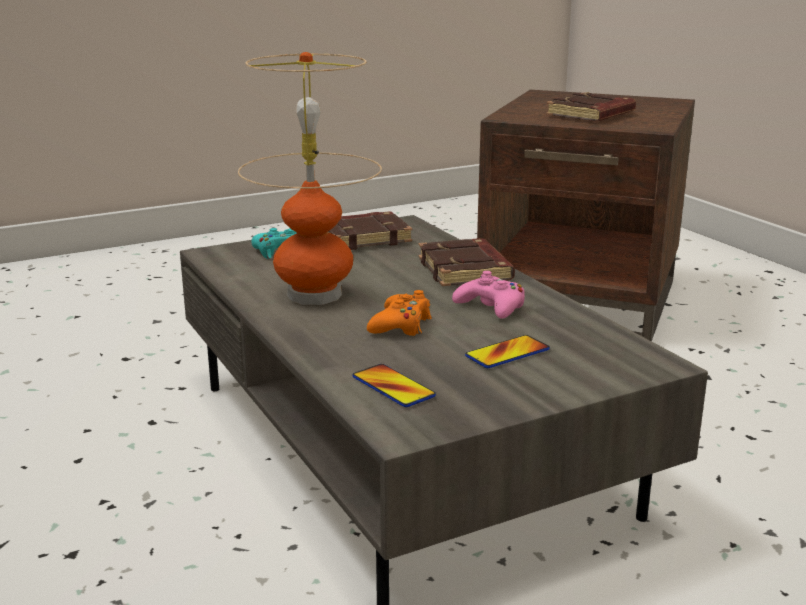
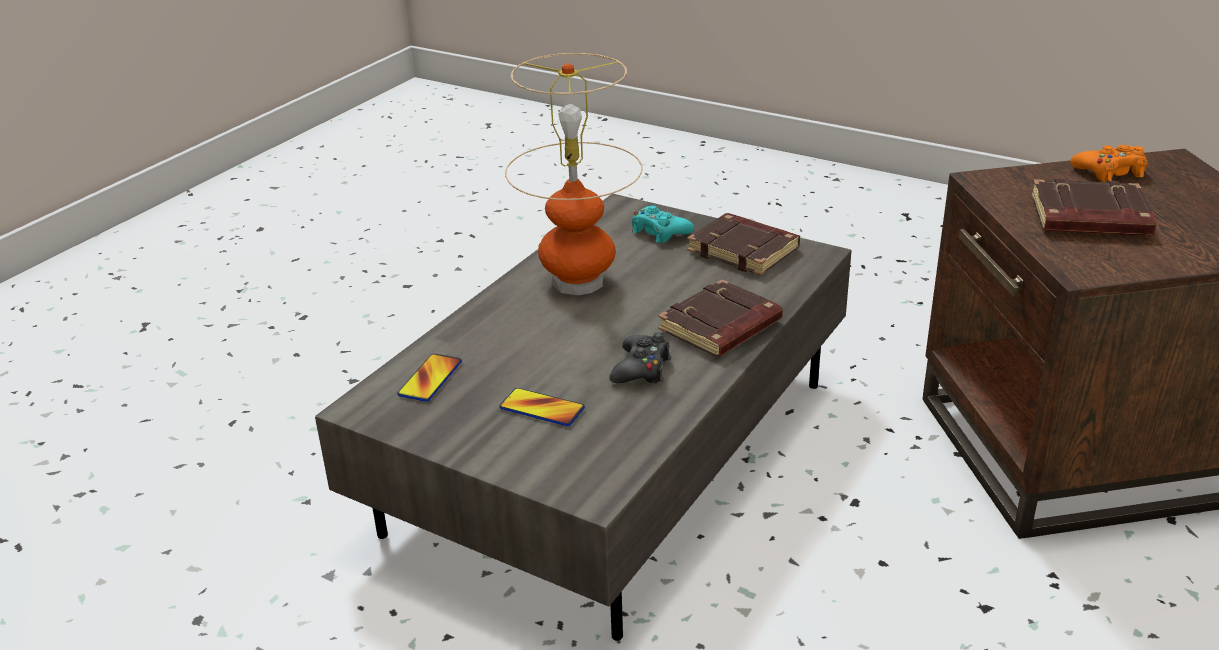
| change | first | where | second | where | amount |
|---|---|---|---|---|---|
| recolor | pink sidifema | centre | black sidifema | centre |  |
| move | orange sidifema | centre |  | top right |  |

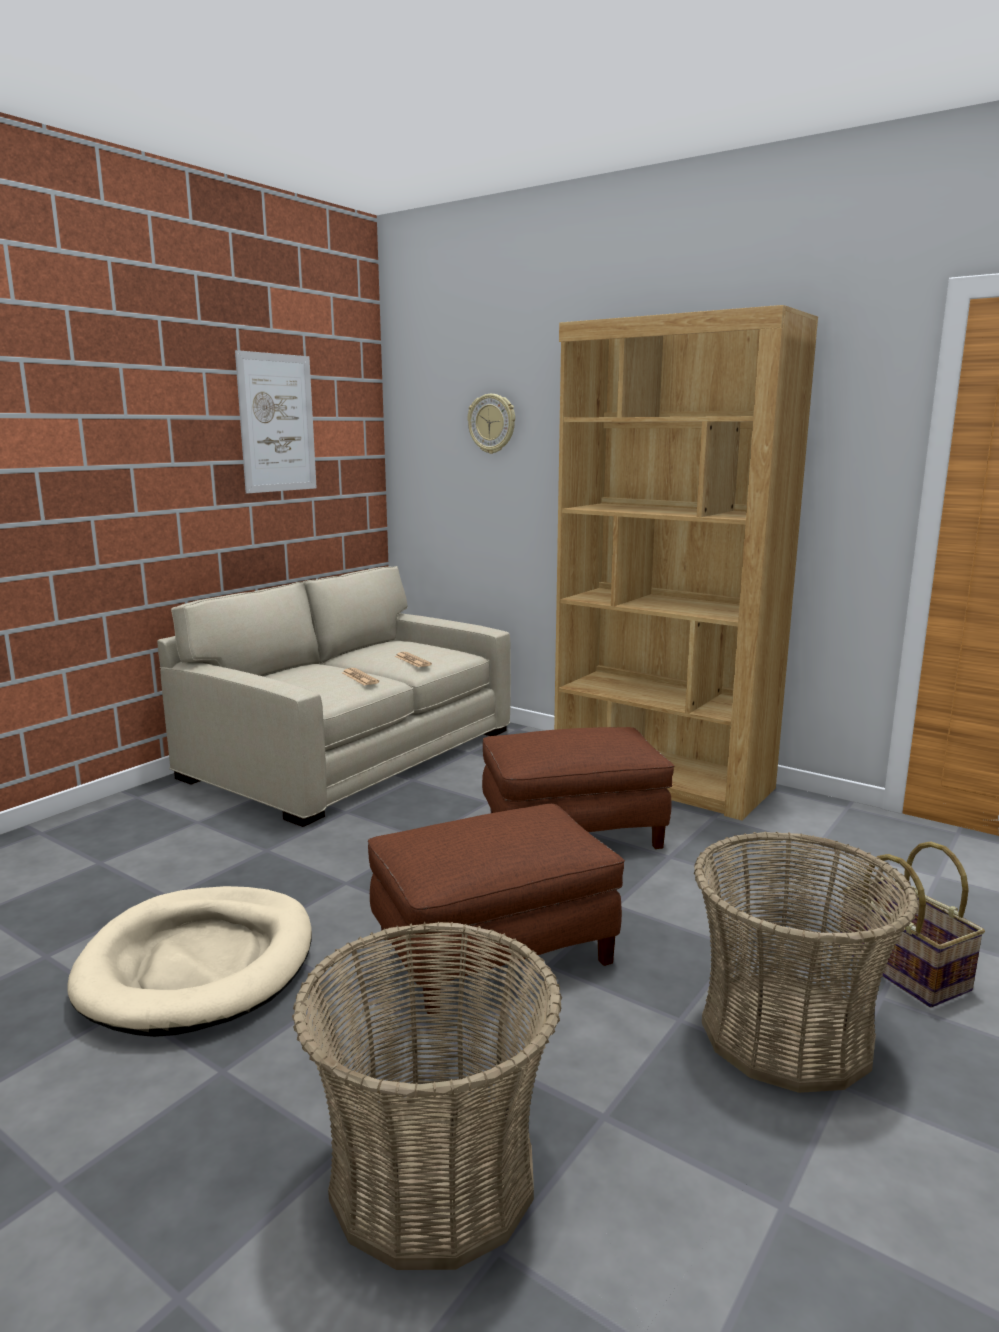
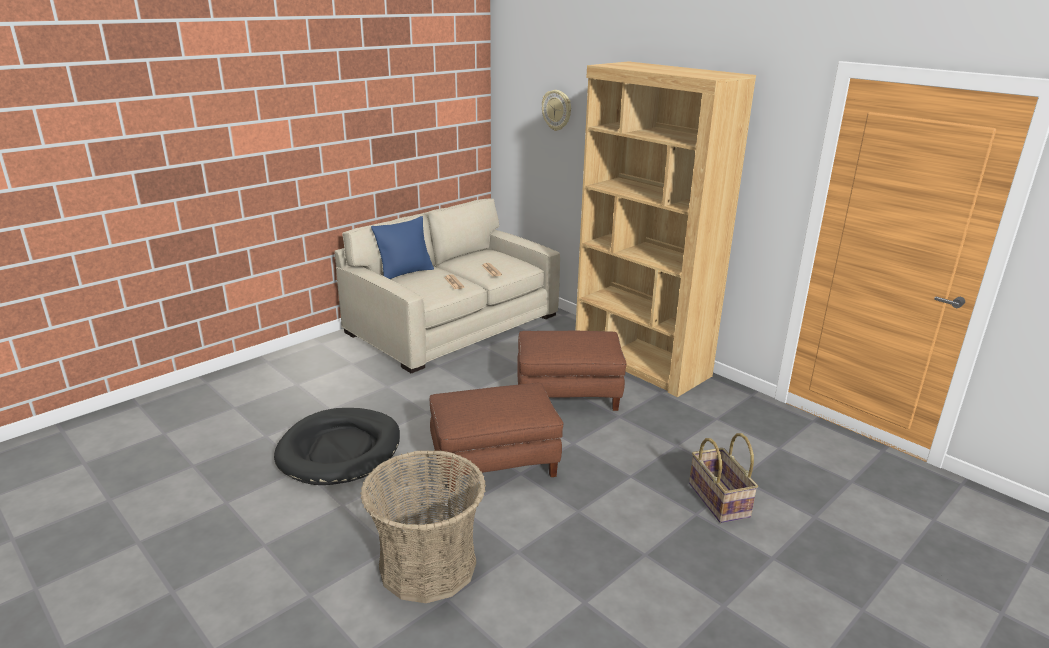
| change | first | where | second | where | amount |
|---|---|---|---|---|---|
| recolor | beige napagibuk | bottom left | black napagibuk | bottom left |  |
| insert |  |  | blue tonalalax | centre |  |
| delete | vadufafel | top left |  |  |  |
| delete | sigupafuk (2nd from left) | bottom right |  |  |  |

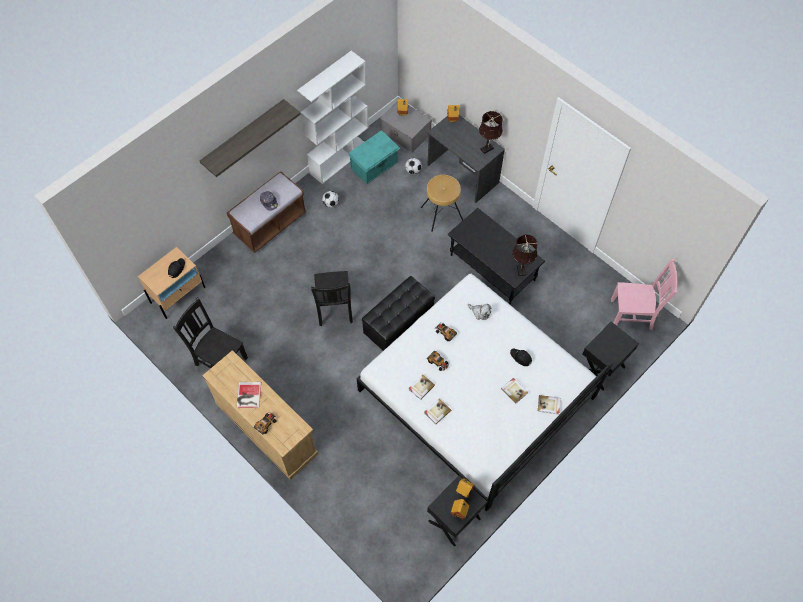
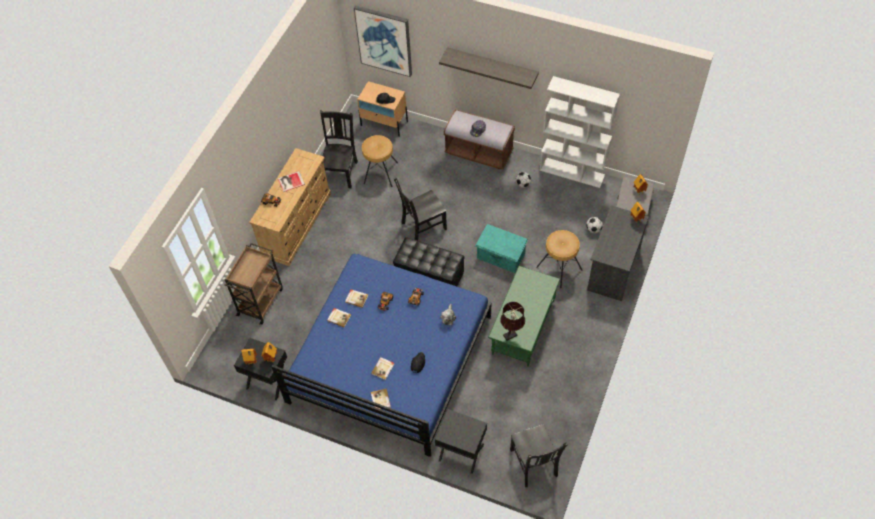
| change | first | where | second | where | amount |
|---|---|---|---|---|---|
| insert |  |  | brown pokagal | middle left |  |
| recolor | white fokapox | centre | blue fokapox | bottom centre |  |
| insert |  |  | vadufafel | top centre |  |
| insert |  |  | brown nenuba (1st from left) | top centre |  |
| move | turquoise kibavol | top centre |  | centre |  |
| recolor | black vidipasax | centre | green vidipasax | centre |  |
| recolor | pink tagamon | middle right | black tagamon (3rd from left) | bottom centre |  |
| delete | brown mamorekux (1st from left) | top centre |  |  |  |

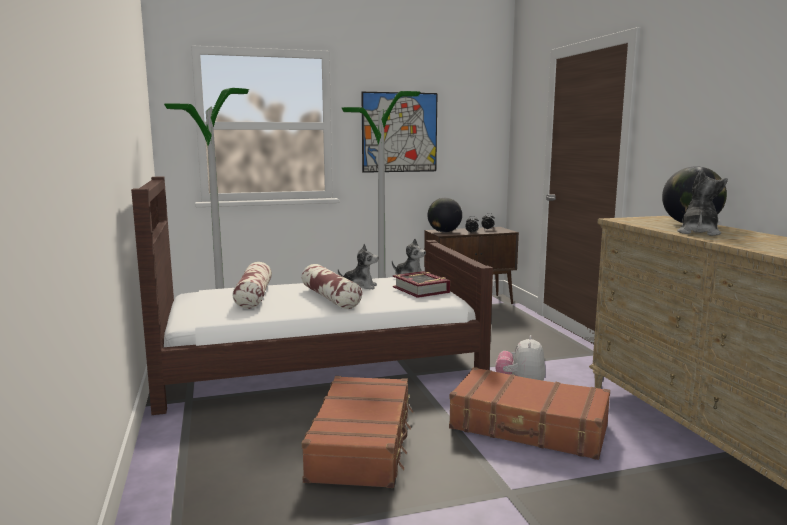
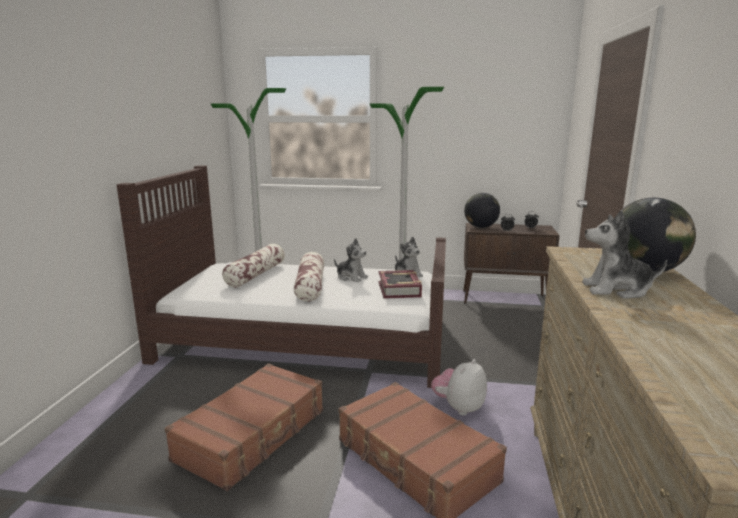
| change | first | where | second | where | amount |
|---|---|---|---|---|---|
| rotate | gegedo (4th from left) | middle right |  | middle right | 135 degrees counterclockwise |
| delete | vadufafel | top centre |  |  |  |

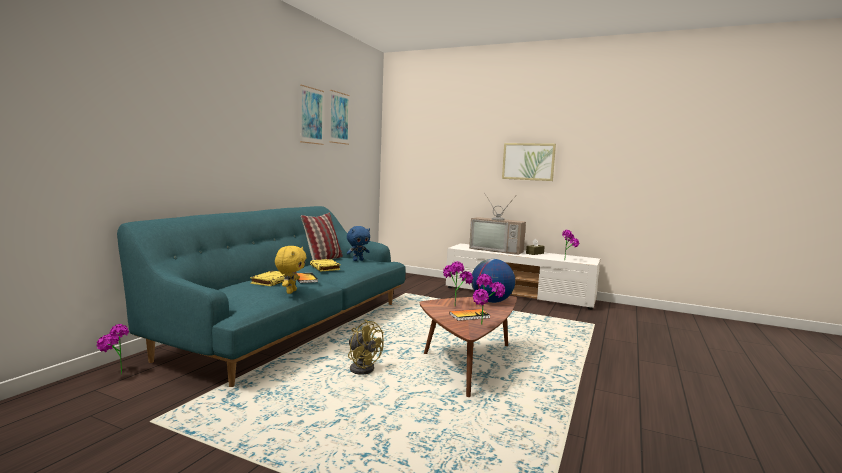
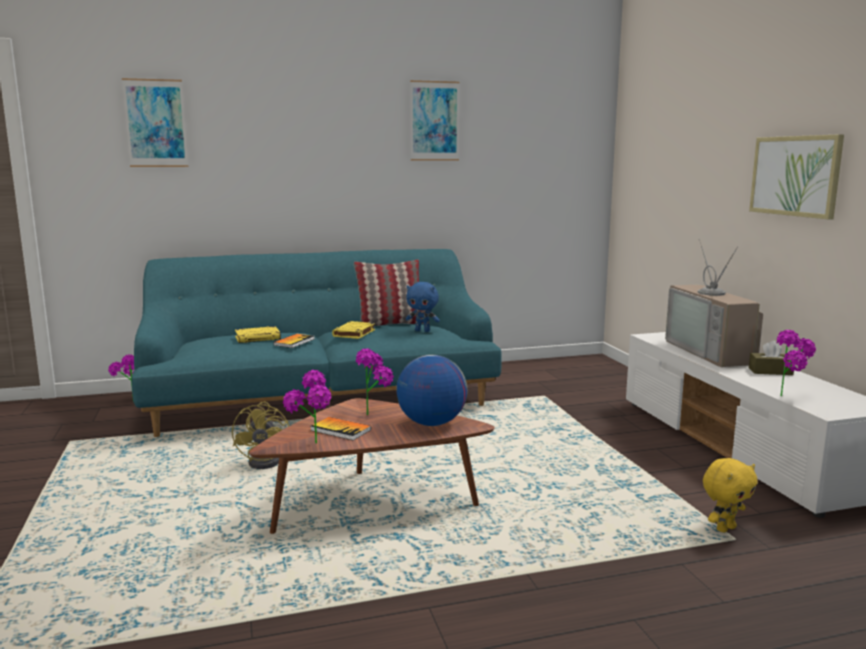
| change | first | where | second | where | amount |
|---|---|---|---|---|---|
| move | vadufafel (2nd from left in the first image) | top centre | vadufafel (1st from left) | top left |  |
| move | yellow gegedo | centre |  | bottom right |  |

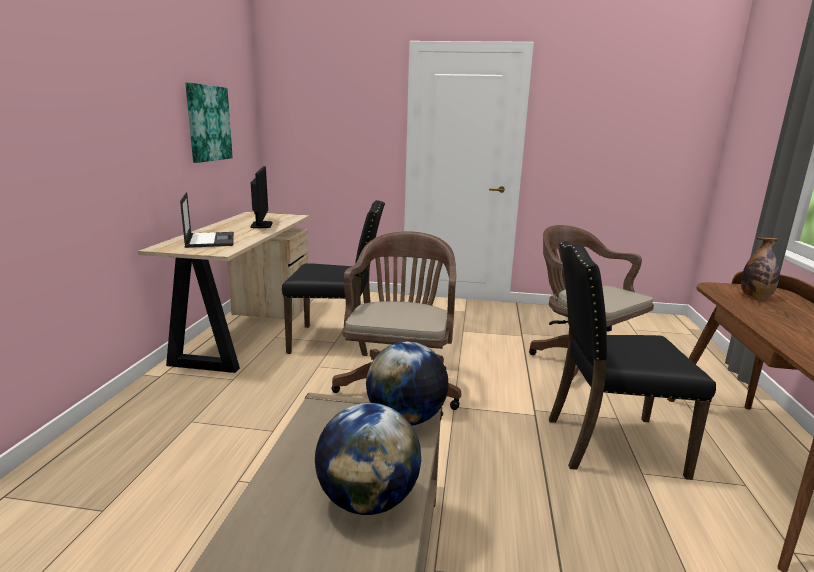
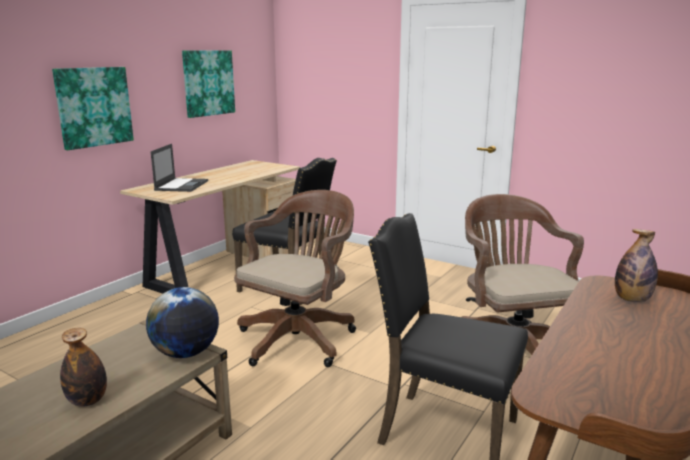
| change | first | where | second | where | amount |
|---|---|---|---|---|---|
| insert |  |  | vadufafel (1st from left) | top left |  |
| replace | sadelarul (1st from left) | bottom centre | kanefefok (1st from left) | bottom left |  |
| delete | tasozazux | middle left |  |  |  |

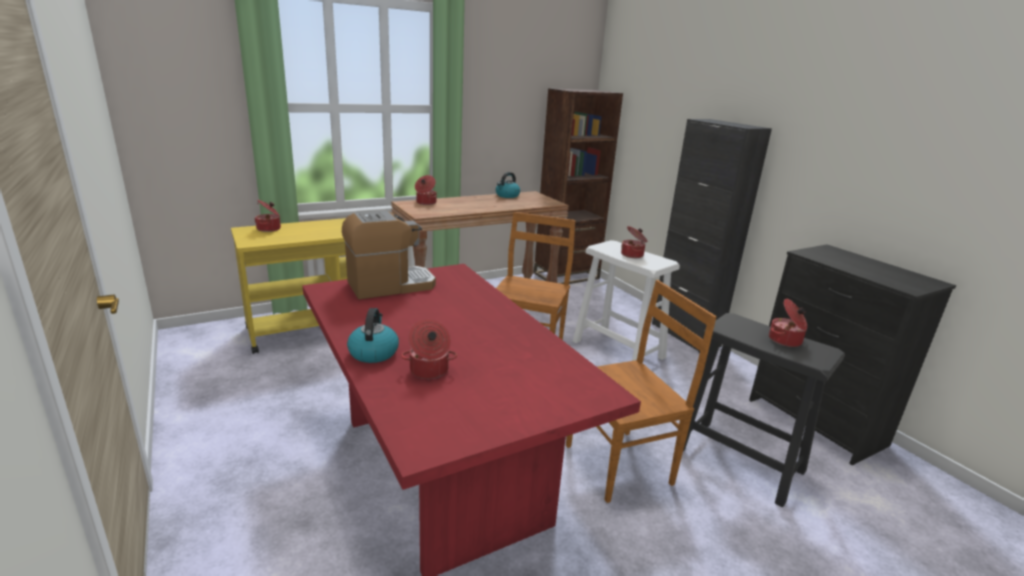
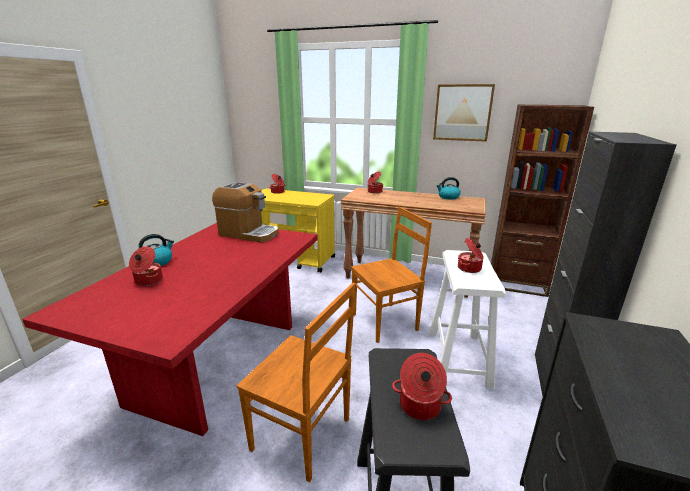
| change | first | where | second | where | amount |
|---|---|---|---|---|---|
| insert |  |  | vadufafel | top right |  |

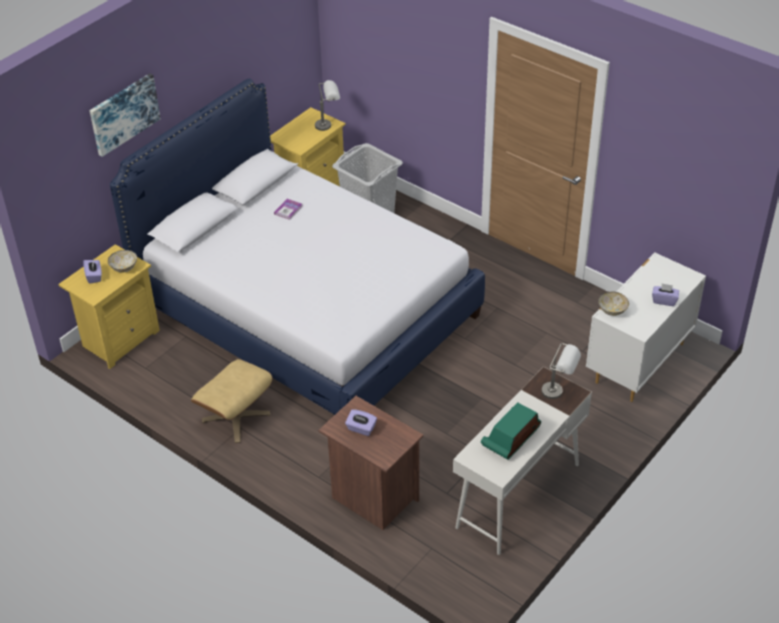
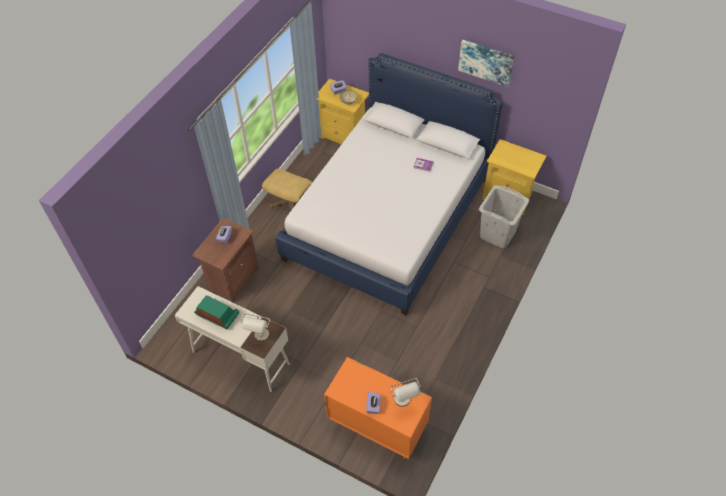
| change | first | where | second | where | amount |
|---|---|---|---|---|---|
| recolor | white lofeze | middle right | orange lofeze | bottom centre |  |
| move | grey mamorekux (1st from left in the first image) | top centre | grey mamorekux (2nd from left) | bottom centre |  |
| move | vadufafel | top left |  | top right |  |
| delete | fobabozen (2nd from left) | middle right |  |  |  |

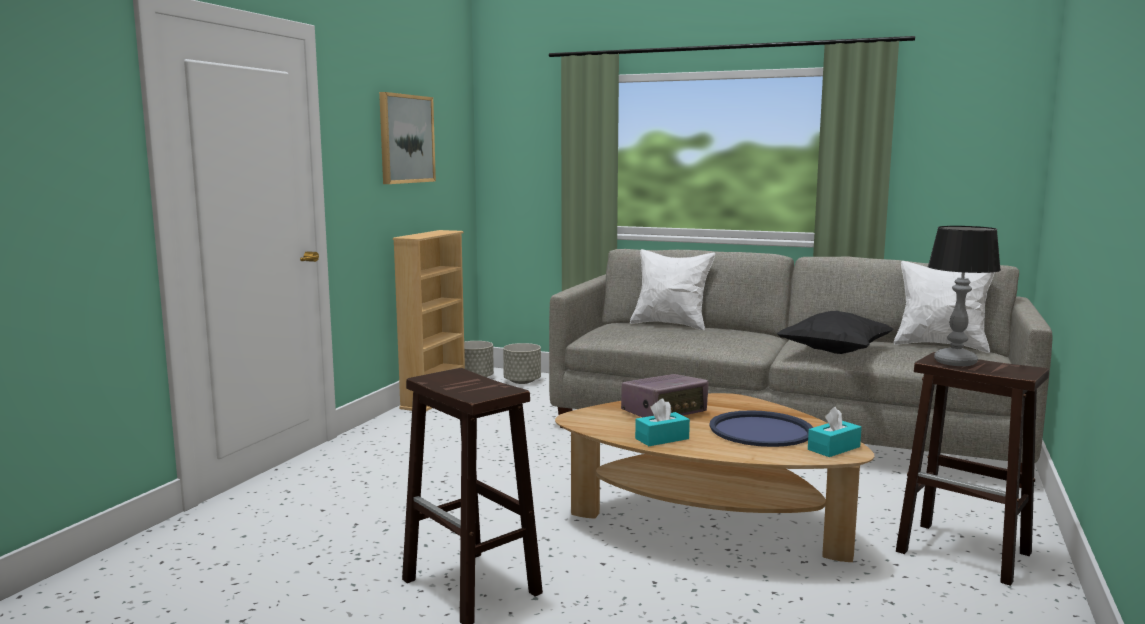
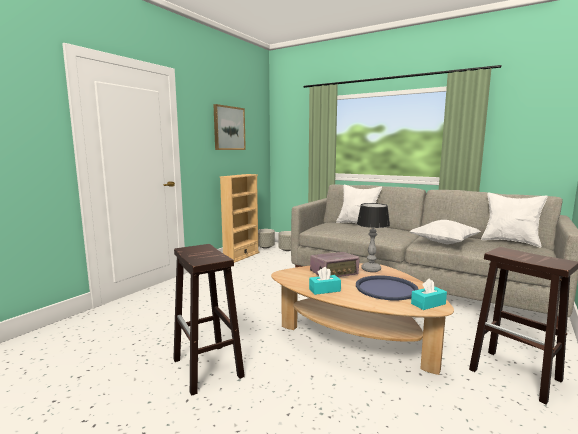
| change | first | where | second | where | amount |
|---|---|---|---|---|---|
| move | mamorekux | middle right |  | centre |  |
| recolor | black tonalalax | middle right | white tonalalax (2nd from left) | middle right |  |

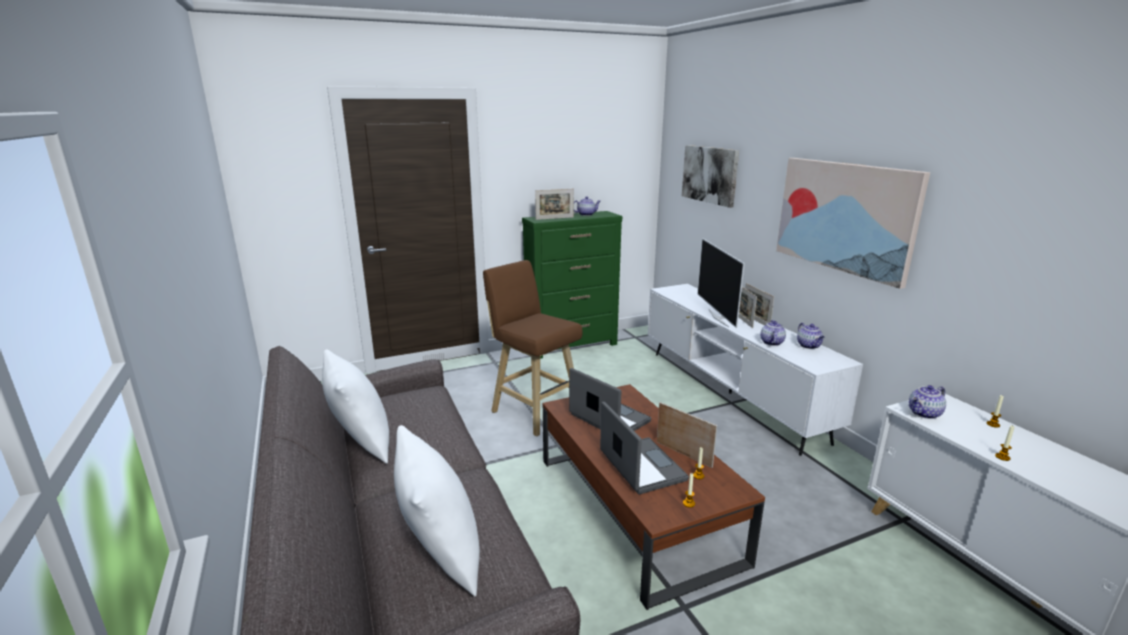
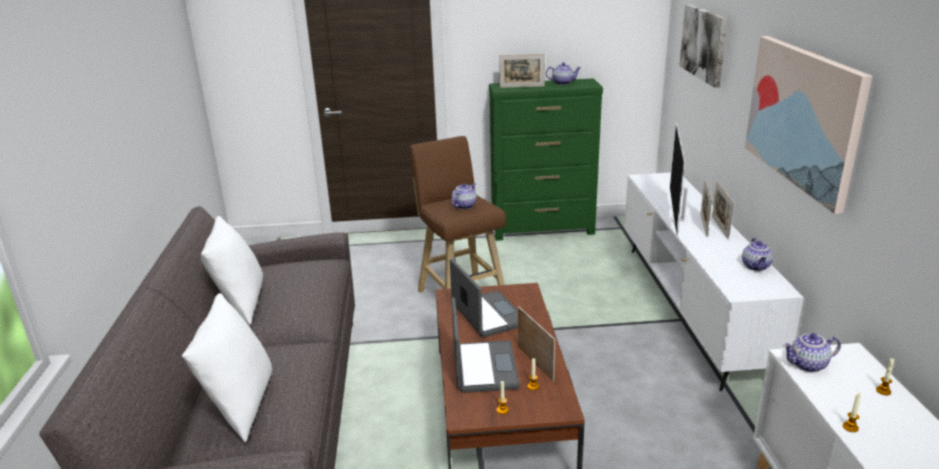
| change | first | where | second | where | amount |
|---|---|---|---|---|---|
| move | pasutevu (2nd from left in the first image) | middle right | pasutevu (1st from left) | centre |  |

